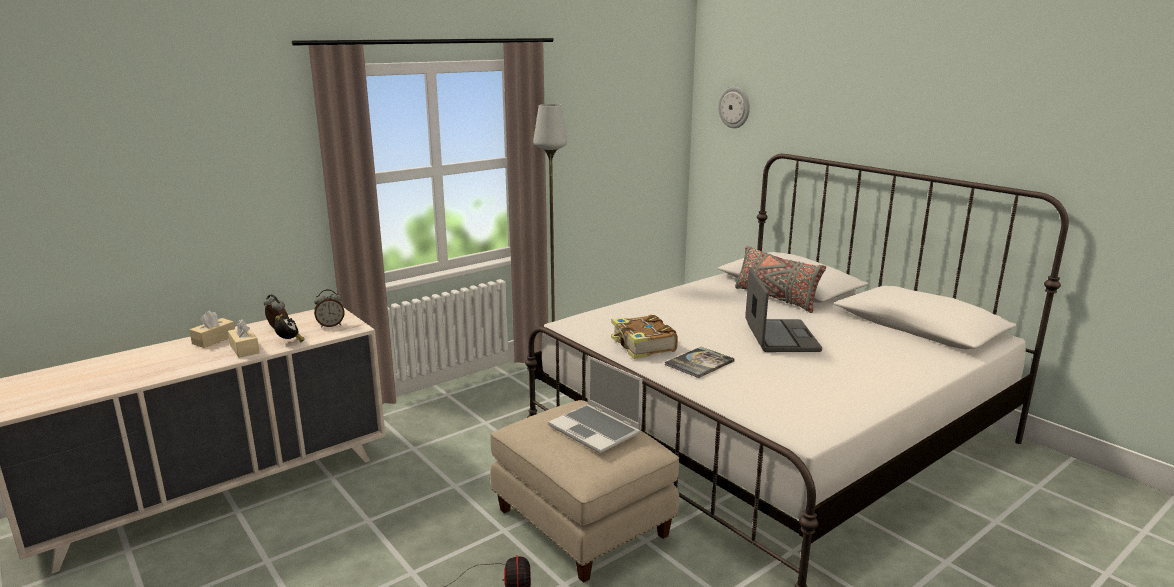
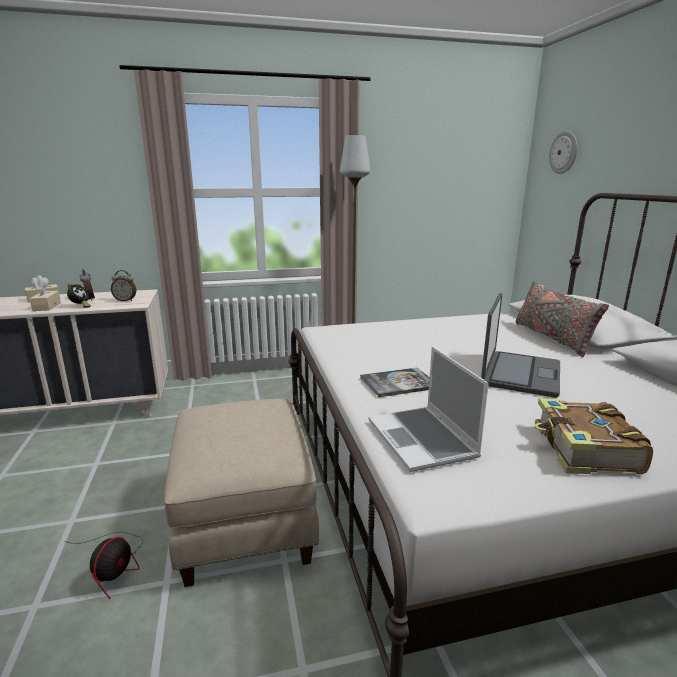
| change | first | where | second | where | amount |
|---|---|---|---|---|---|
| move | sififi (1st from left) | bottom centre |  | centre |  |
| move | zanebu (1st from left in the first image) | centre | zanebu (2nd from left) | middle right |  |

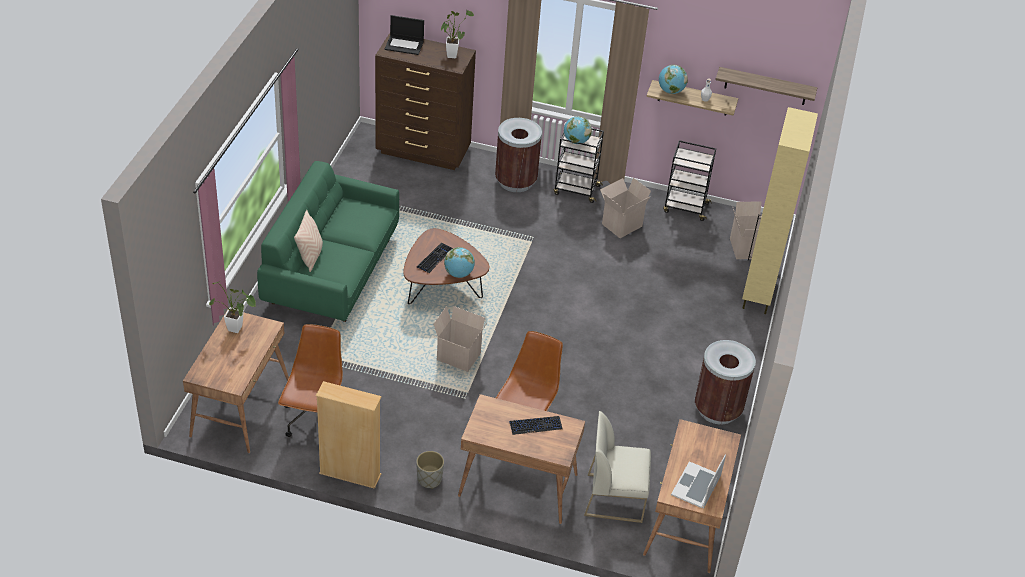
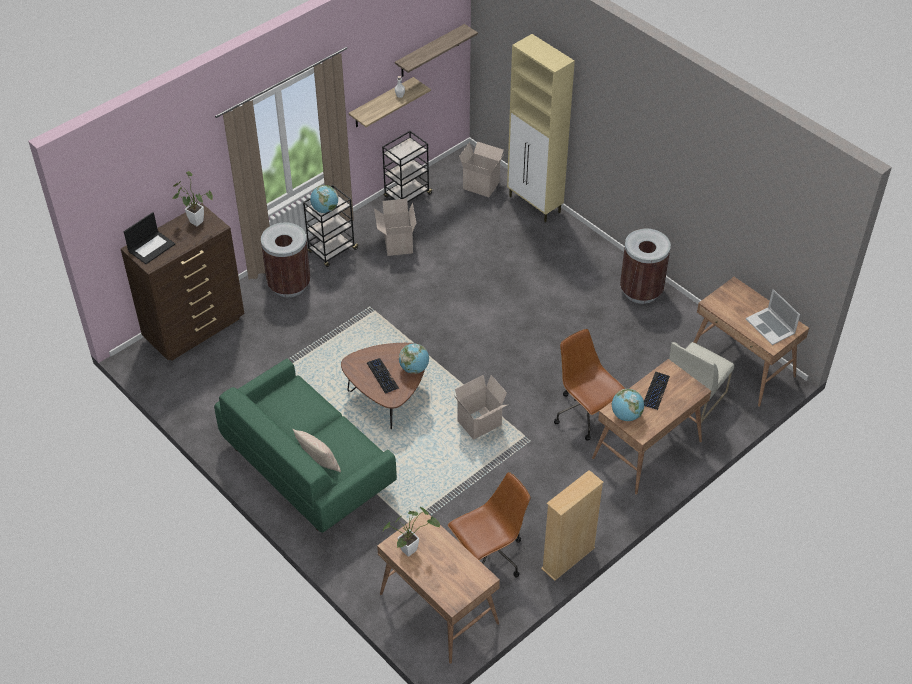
| change | first | where | second | where | amount |
|---|---|---|---|---|---|
| rotate | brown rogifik (1st from left) | middle left |  | bottom centre | 105 degrees clockwise |
| move | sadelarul (3rd from left) | top centre |  | middle right |  |
| delete | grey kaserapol | bottom centre |  |  |  |

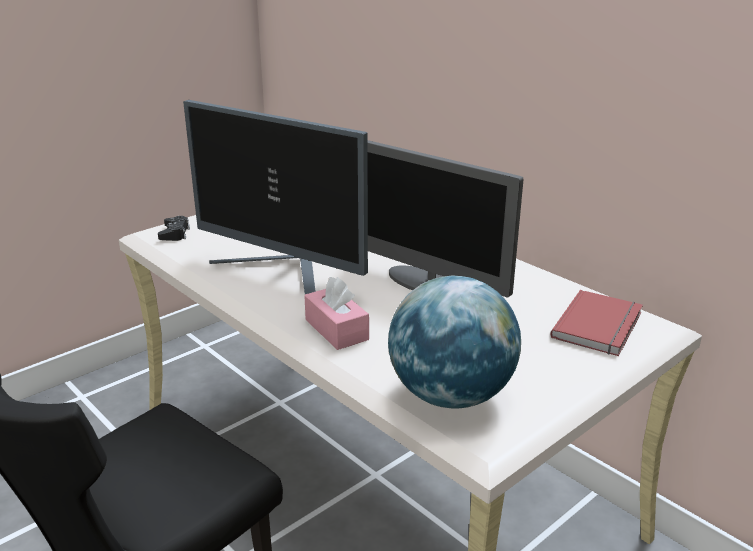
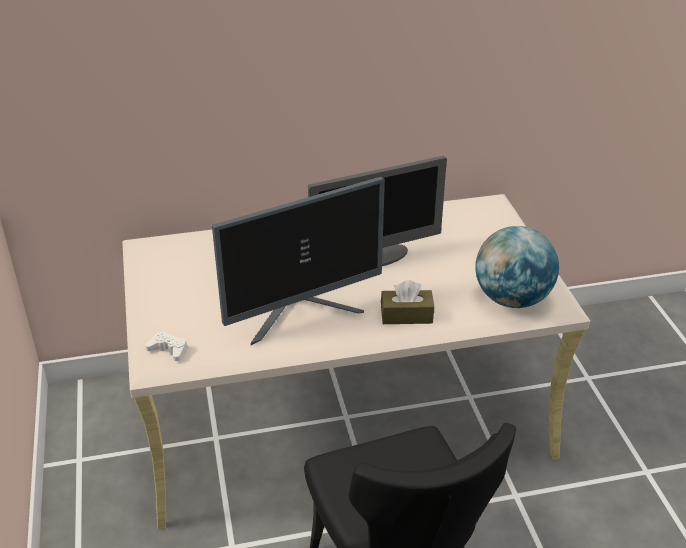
| change | first | where | second | where | amount |
|---|---|---|---|---|---|
| recolor | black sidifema | middle left | white sidifema | middle left |  |
| recolor | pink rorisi | centre | brown rorisi | centre |  |
| delete | red zanebu | middle right |  |  |  |

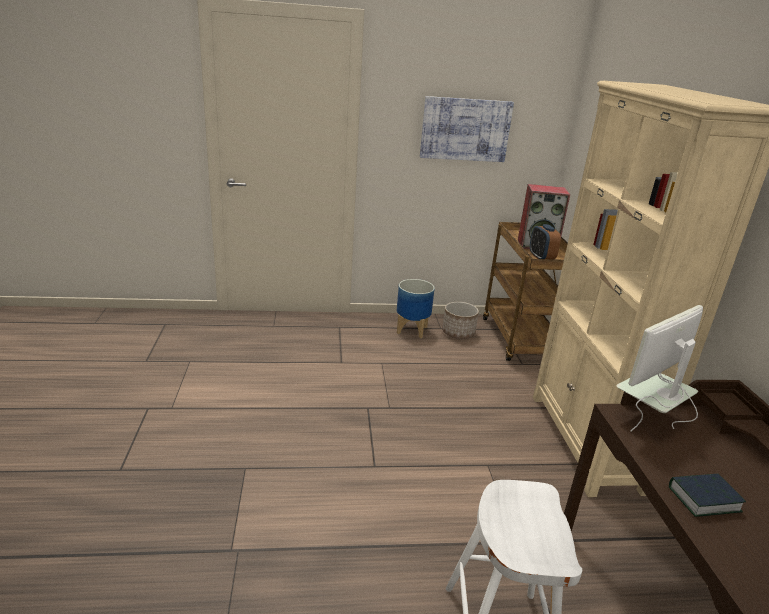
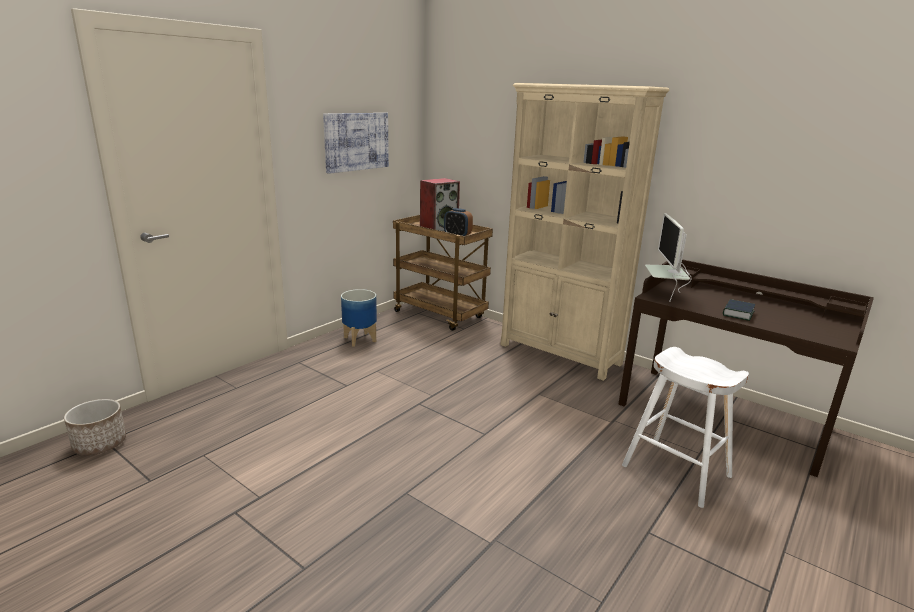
| change | first | where | second | where | amount |
|---|---|---|---|---|---|
| move | kaserapol (2nd from left in the first image) | centre | kaserapol (1st from left) | bottom left |  |

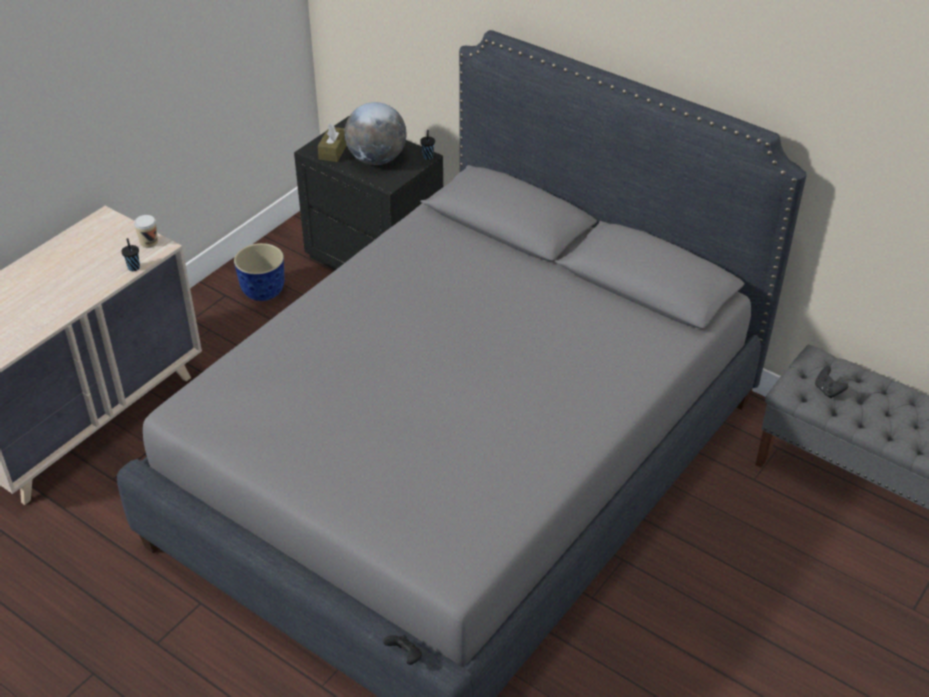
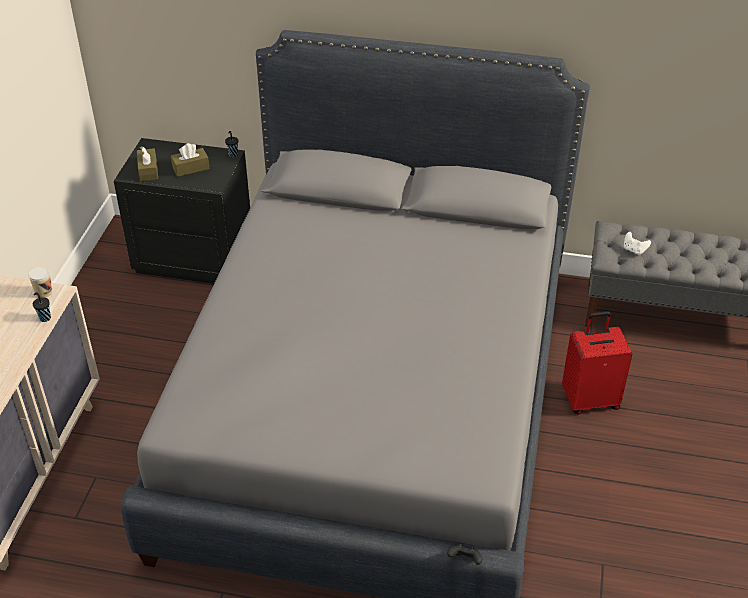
| change | first | where | second | where | amount |
|---|---|---|---|---|---|
| replace | sadelarul | top centre | brown rorisi (2nd from left) | top left |  |
| insert |  |  | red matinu | middle right |  |
| recolor | black sidifema (2nd from left) | middle right | white sidifema | middle right |  |
| delete | kaserapol | middle left |  |  |  |

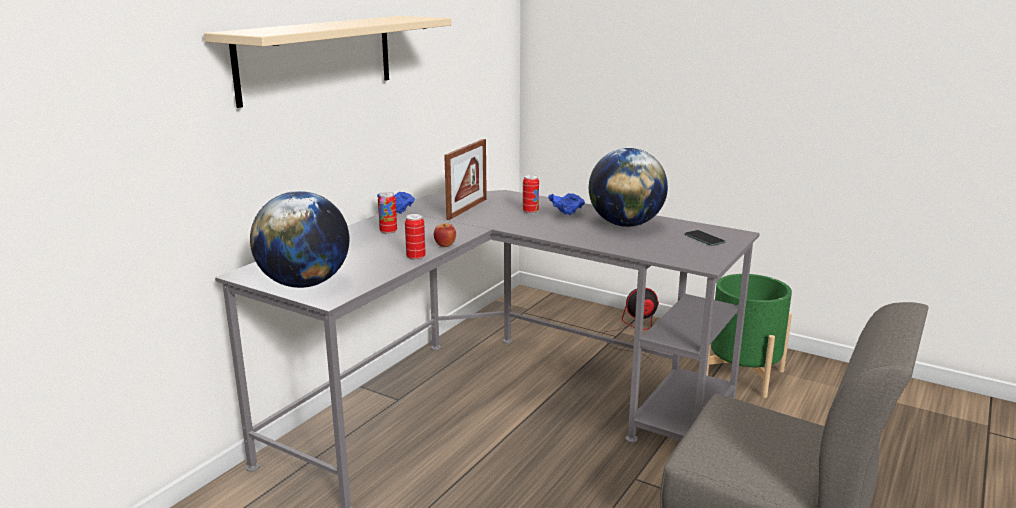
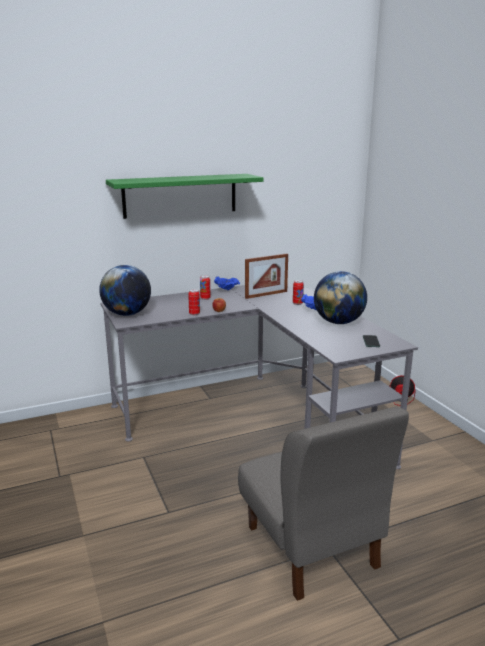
| change | first | where | second | where | amount |
|---|---|---|---|---|---|
| recolor | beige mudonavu | top left | green mudonavu | top centre |  |
| delete | green kaserapol | middle right |  |  |  |

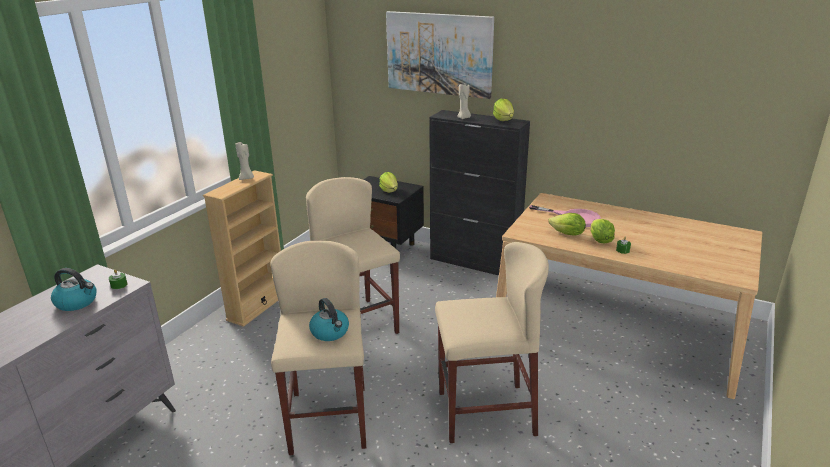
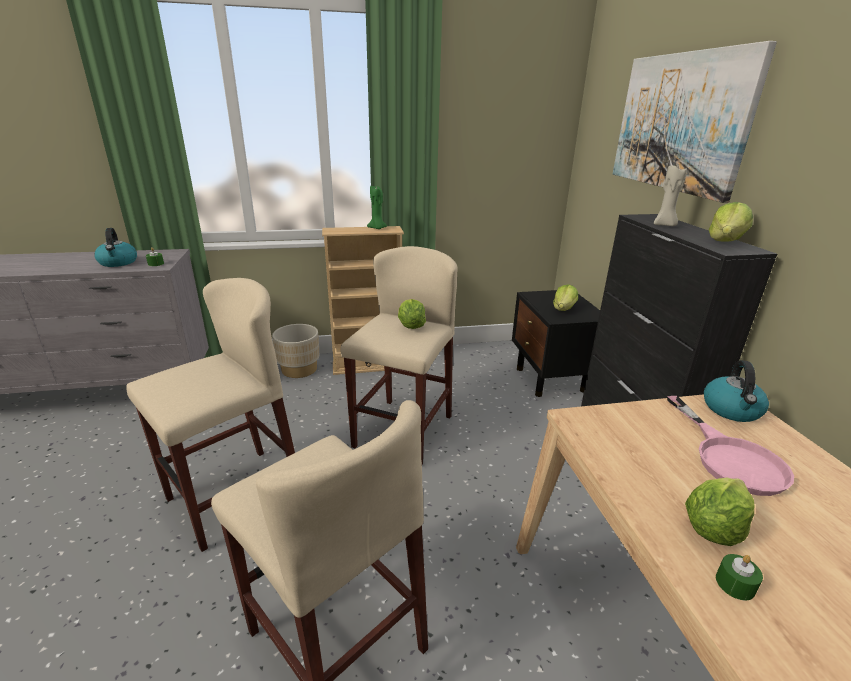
| change | first | where | second | where | amount |
|---|---|---|---|---|---|
| insert |  |  | beige kaserapol | centre |  |
| recolor | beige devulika (1st from left) | middle left | green devulika (2nd from left) | top centre |  |
| move | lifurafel (3rd from left in the first image) | middle right | lifurafel (1st from left) | centre |  |
| move | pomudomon (2nd from left) | bottom centre |  | middle right |  |

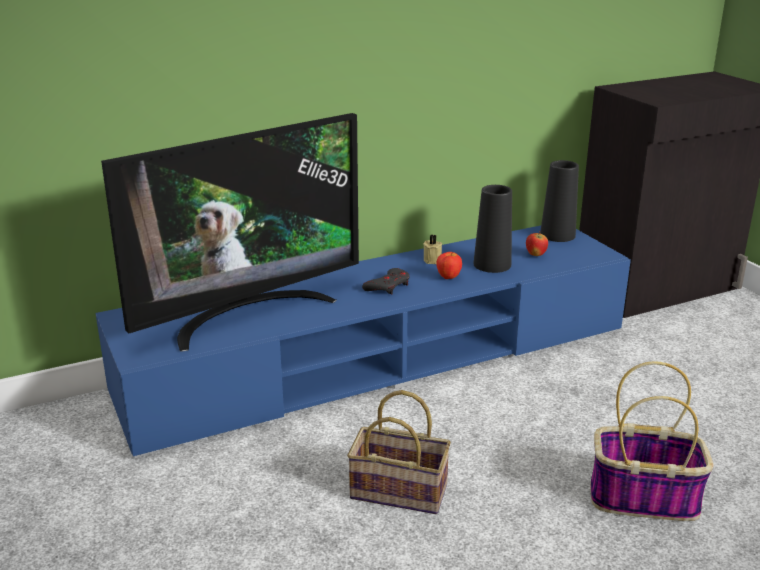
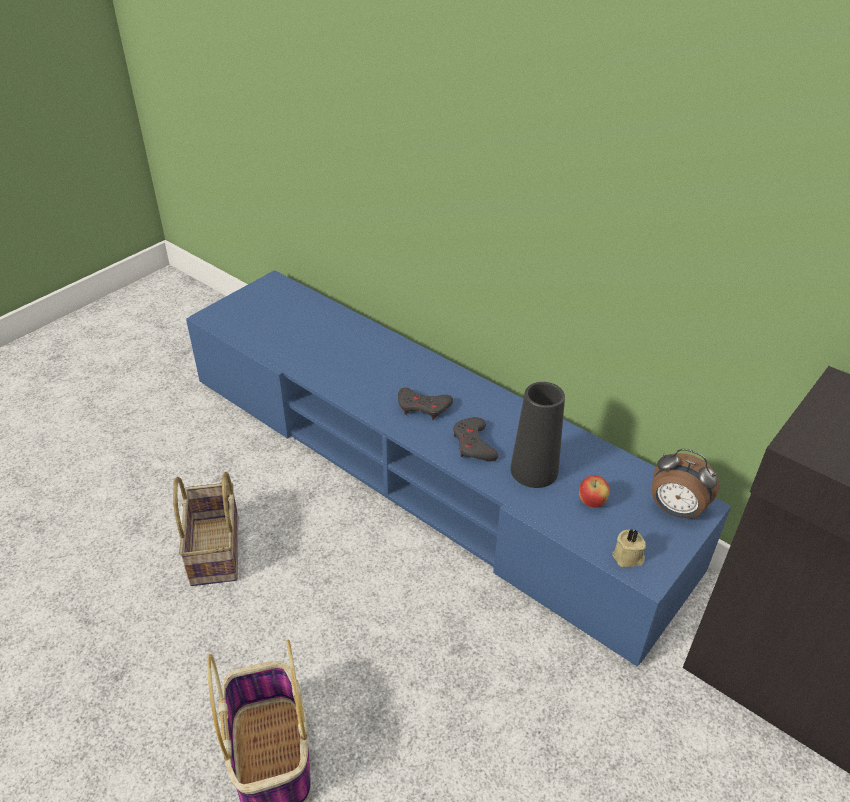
| change | first | where | second | where | amount |
|---|---|---|---|---|---|
| replace | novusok (1st from left) | centre | grey sidifema (2nd from left) | centre |  |
| move | beige devulika | centre |  | bottom right |  |
| replace | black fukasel (2nd from left) | middle right | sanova | middle right |  |
| delete | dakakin | middle left |  |  |  |

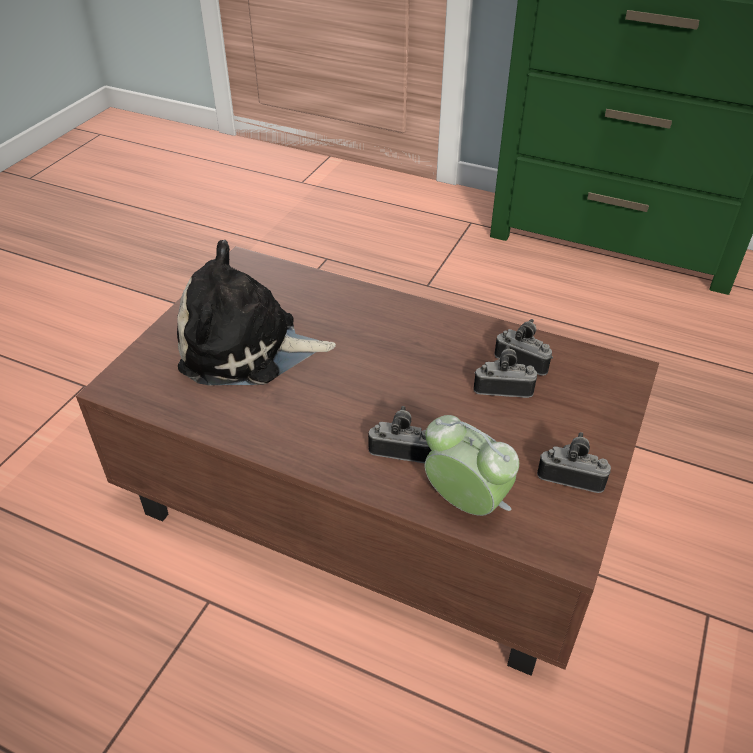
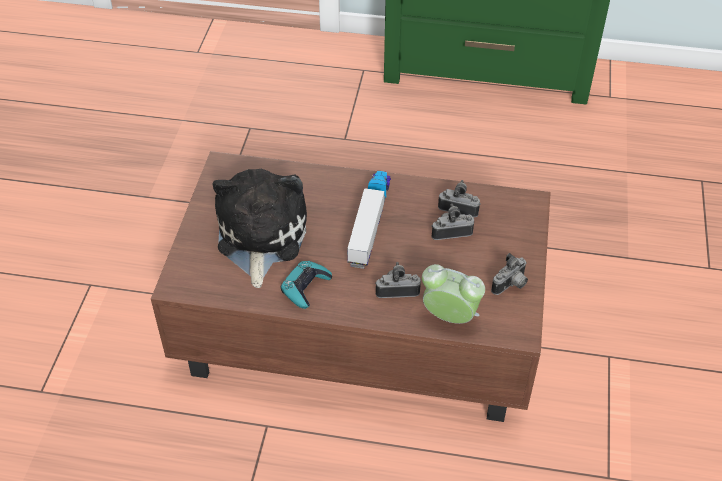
| change | first | where | second | where | amount |
|---|---|---|---|---|---|
| rotate | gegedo | centre |  | centre | 105 degrees clockwise |
| insert |  |  | turquoise sidifema | centre |  |
| insert |  |  | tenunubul | centre |  |
| rotate | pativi (4th from left) | middle right |  | middle right | 135 degrees clockwise |

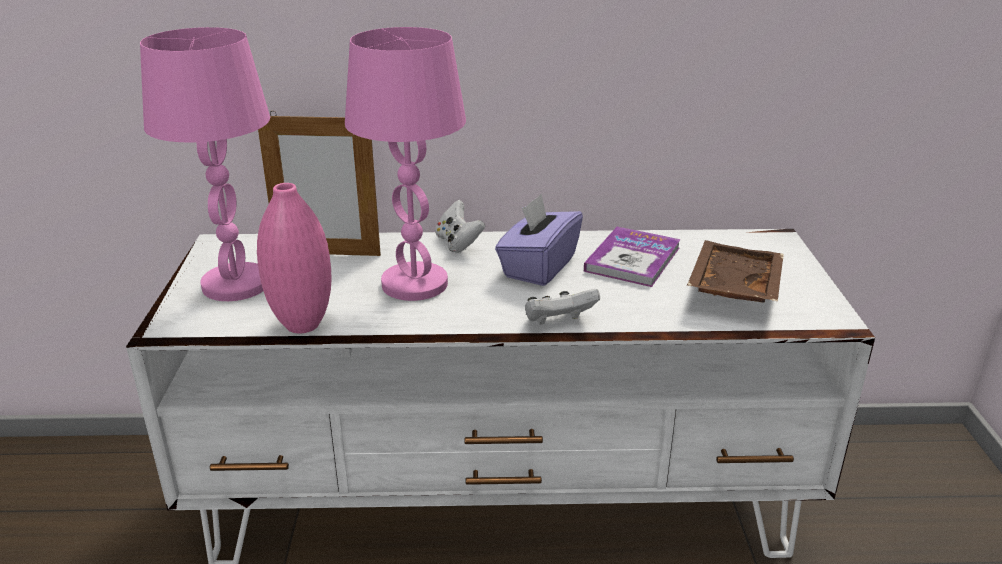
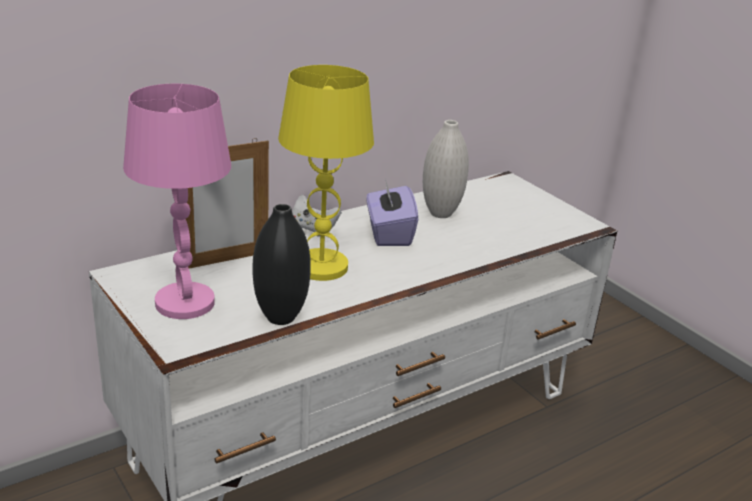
| change | first | where | second | where | amount |
|---|---|---|---|---|---|
| recolor | pink fukasel | middle left | black fukasel | centre |  |
| recolor | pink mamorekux (2nd from left) | top centre | yellow mamorekux | centre |  |
| replace | zanebu | centre | white fukasel | centre |  |
| delete | white sidifema (2nd from left) | centre |  |  |  |
| delete | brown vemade | middle right |  |  |  |

